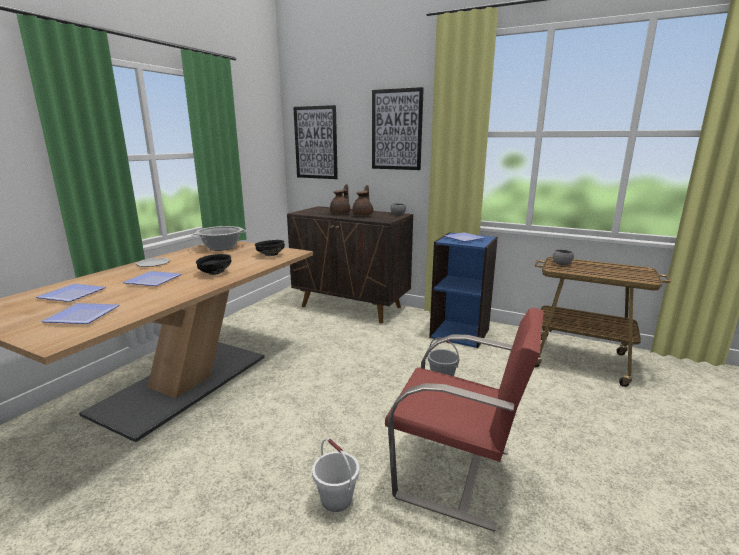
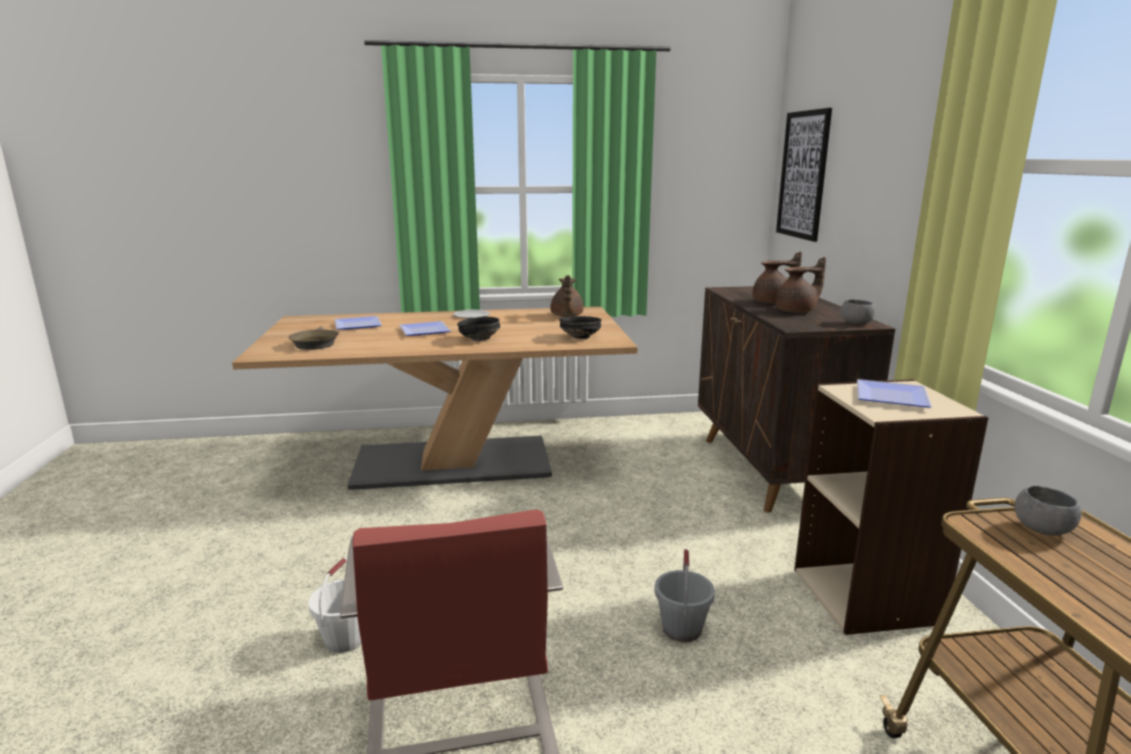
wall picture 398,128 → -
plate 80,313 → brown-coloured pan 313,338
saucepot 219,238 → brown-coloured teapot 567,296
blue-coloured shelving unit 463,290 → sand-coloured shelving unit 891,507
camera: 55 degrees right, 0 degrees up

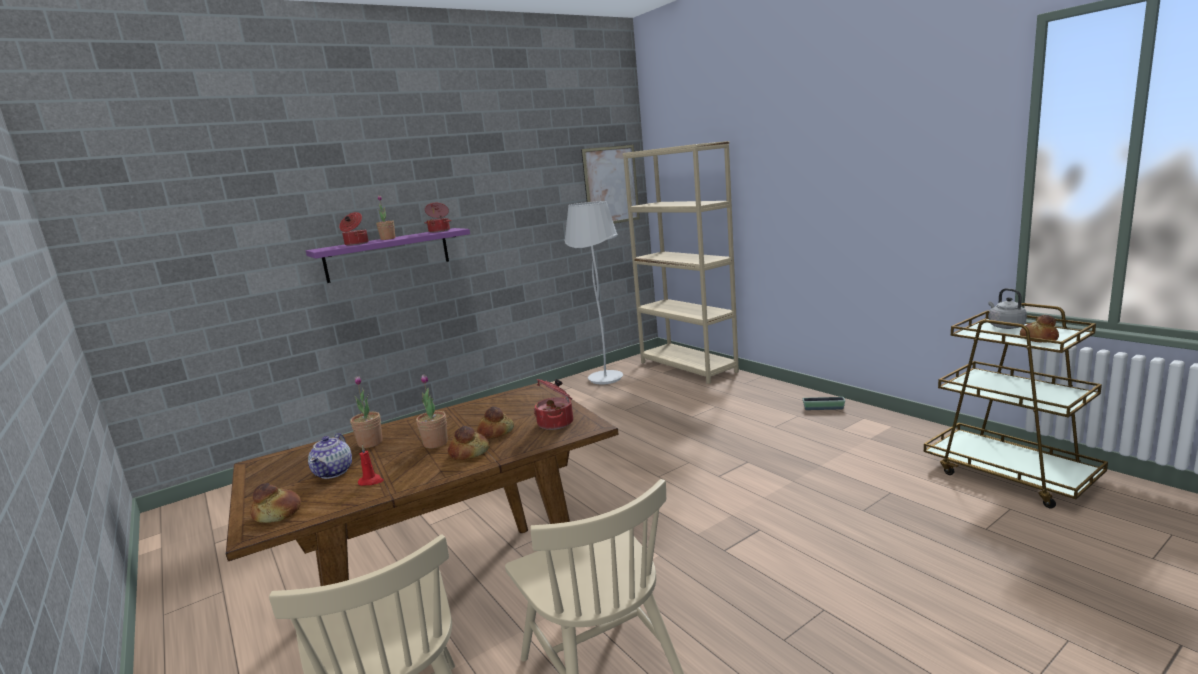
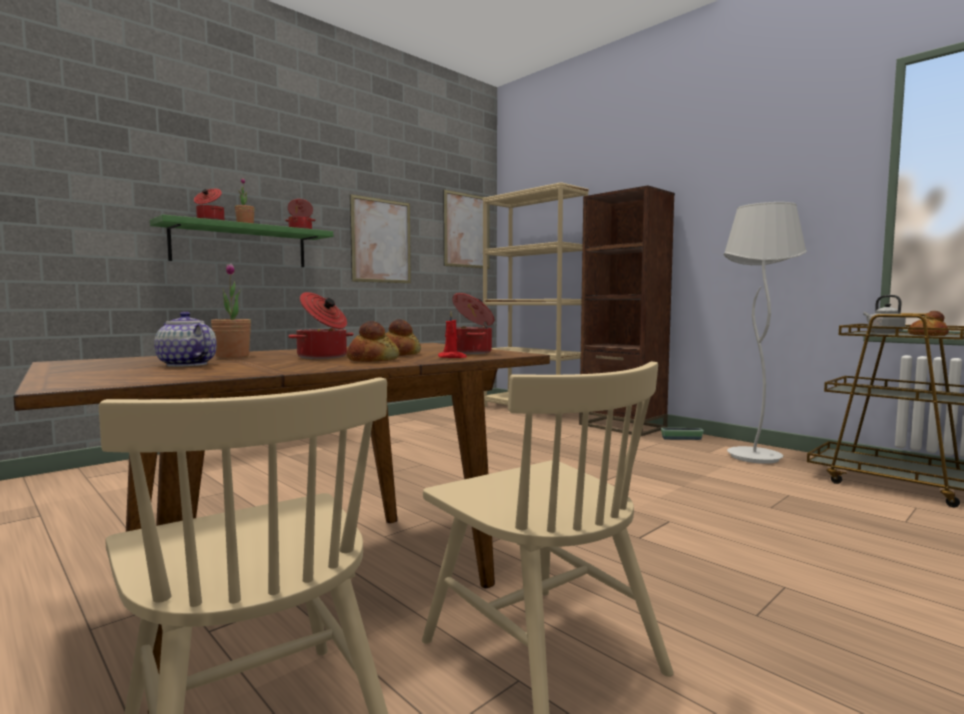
bakery bread 275,503 → -
- → wall picture 380,238
- → brown-coloured shelving unit 627,311
red wax candle 371,465 → red wax candle 452,334, relocated
white-coloured standing lamp 593,293 → white-coloured standing lamp 765,333, relocated
potted plant 432,411 → saucepot 321,325
purple wall shelf 388,255 → greenish wall shelf 241,240
teapot 330,456 → teapot 185,339, 135 degrees clockwise
camera: 10 degrees left, 10 degrees down

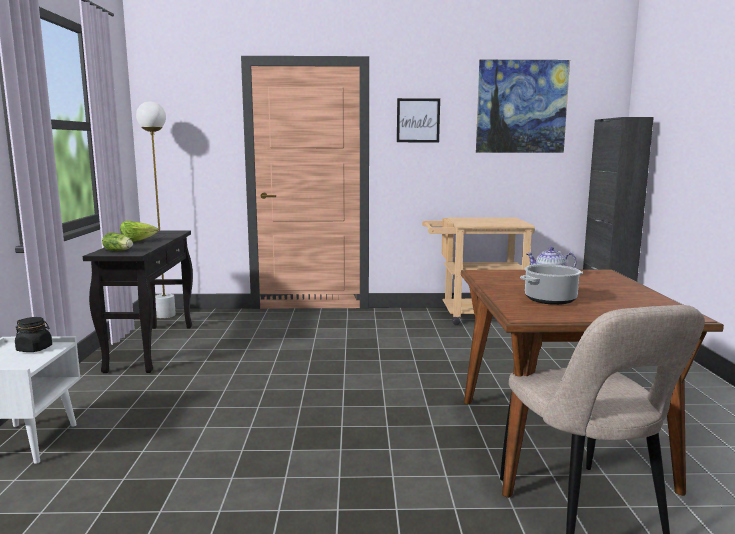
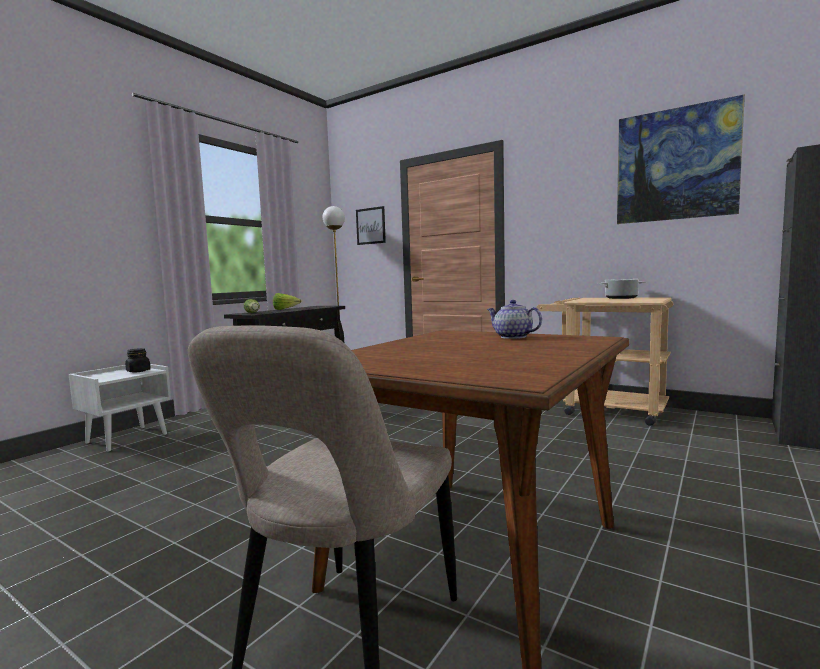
wall picture 418,120 → wall picture 371,225, relocated
saucepot 551,284 → saucepot 622,289, relocated
camera: 35 degrees right, 5 degrees down

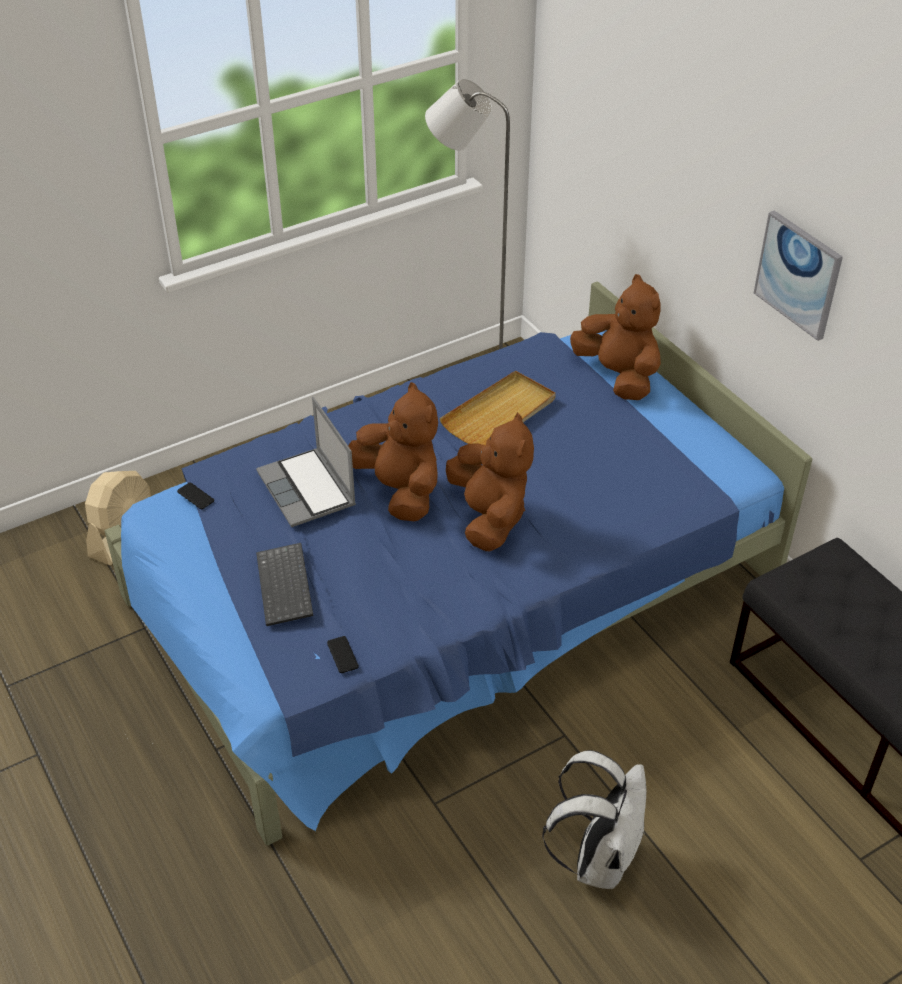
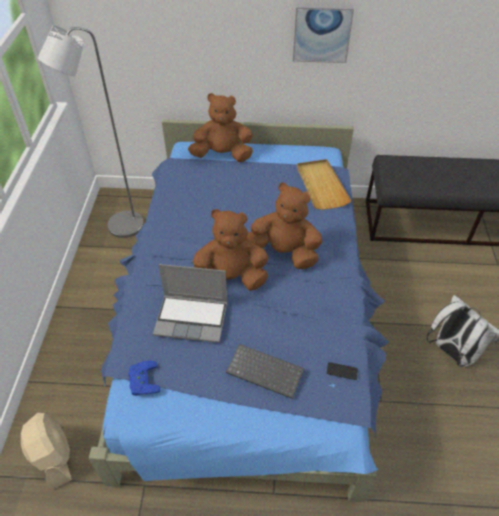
sand-coloured tray 497,408 → sand-coloured tray 324,184, relocated
handset 195,495 → blue-coloured game controller 144,378
camera: 55 degrees left, 5 degrees up

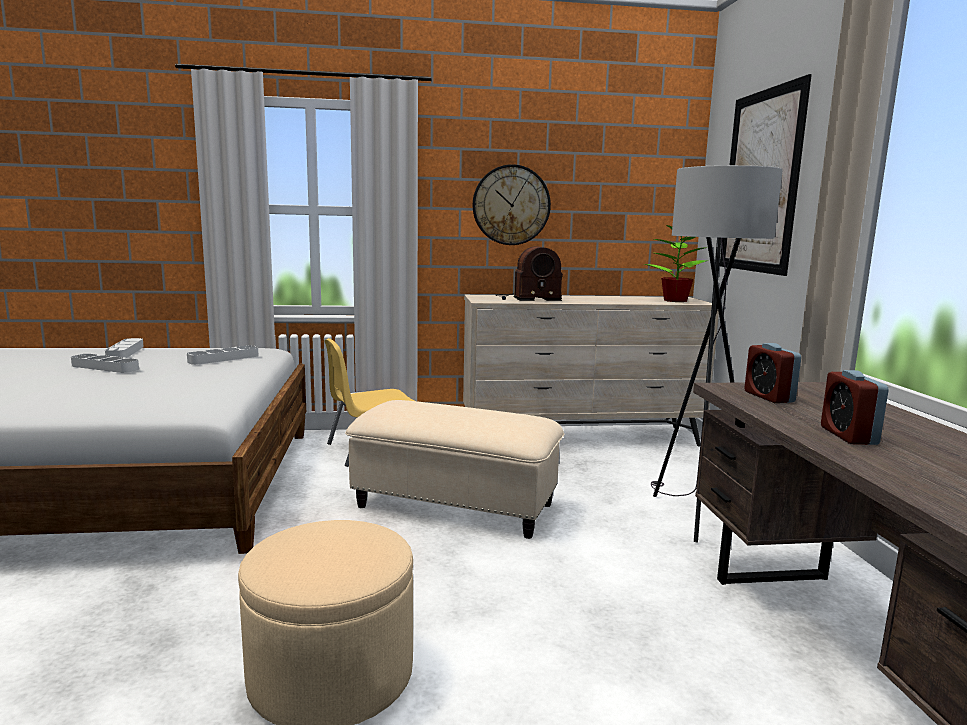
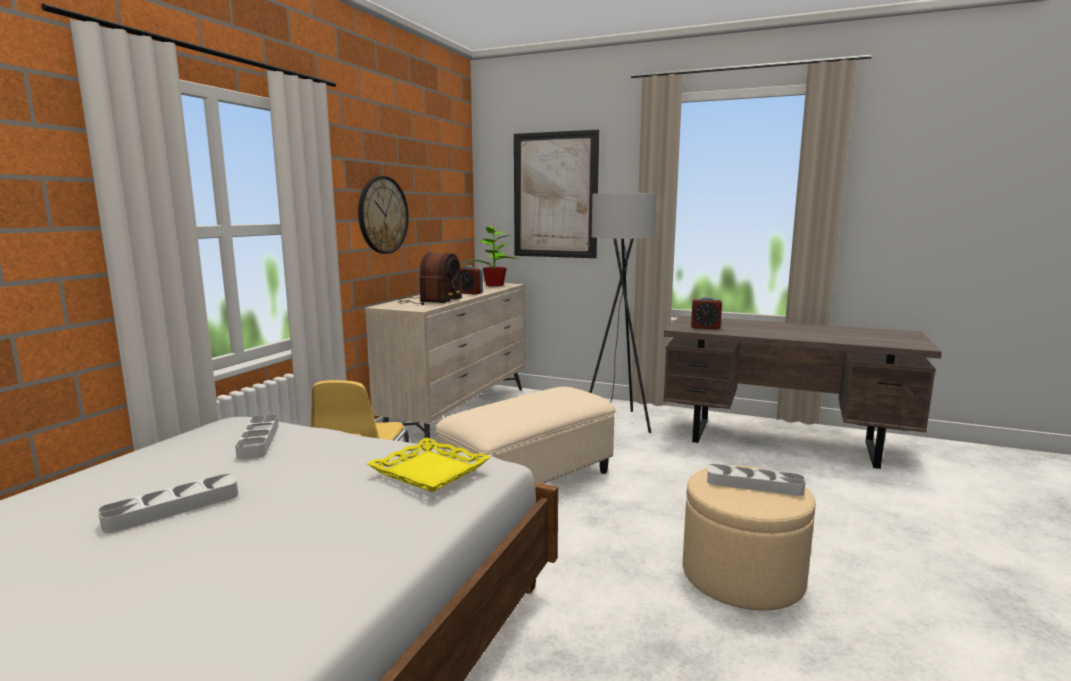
- → yellowish tray 428,465
grey tray 124,348 → grey tray 756,480, relocated
bedside clock 855,407 → bedside clock 471,280, relocated
camera: 60 degrees left, 0 degrees up

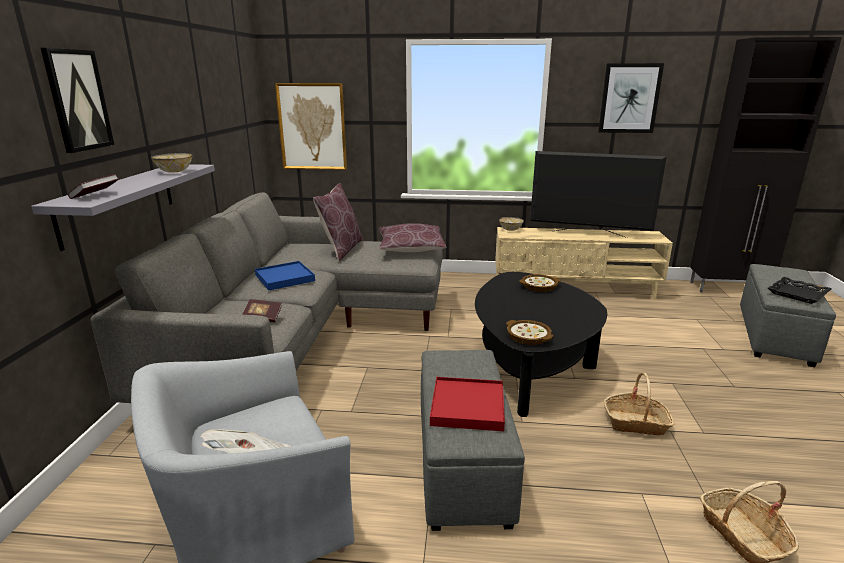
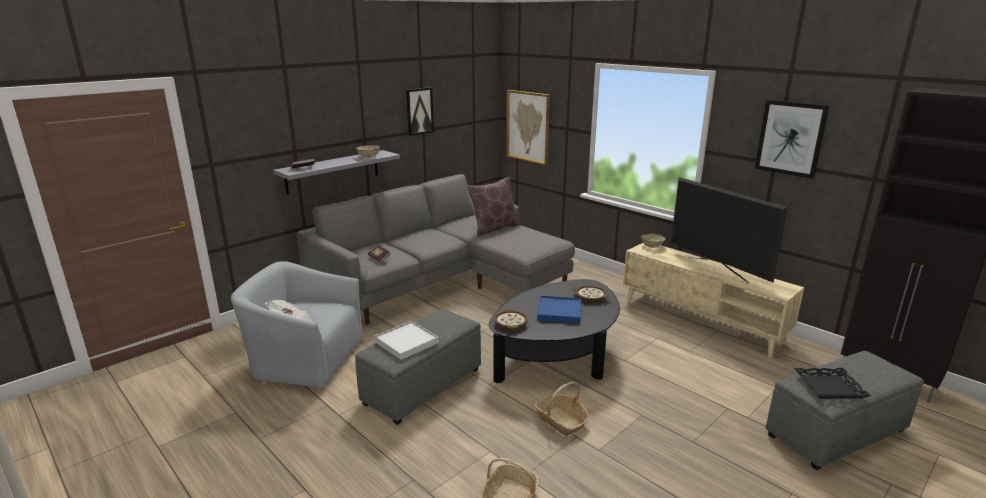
brown-coloured cushion 412,237 → -
wall picture 77,100 → wall picture 420,111, relocated
blue-coloured tray 285,275 → blue-coloured tray 559,309, relocated
red tray 467,404 → white-coloured tray 406,340
camera: 40 degrees right, 0 degrees up

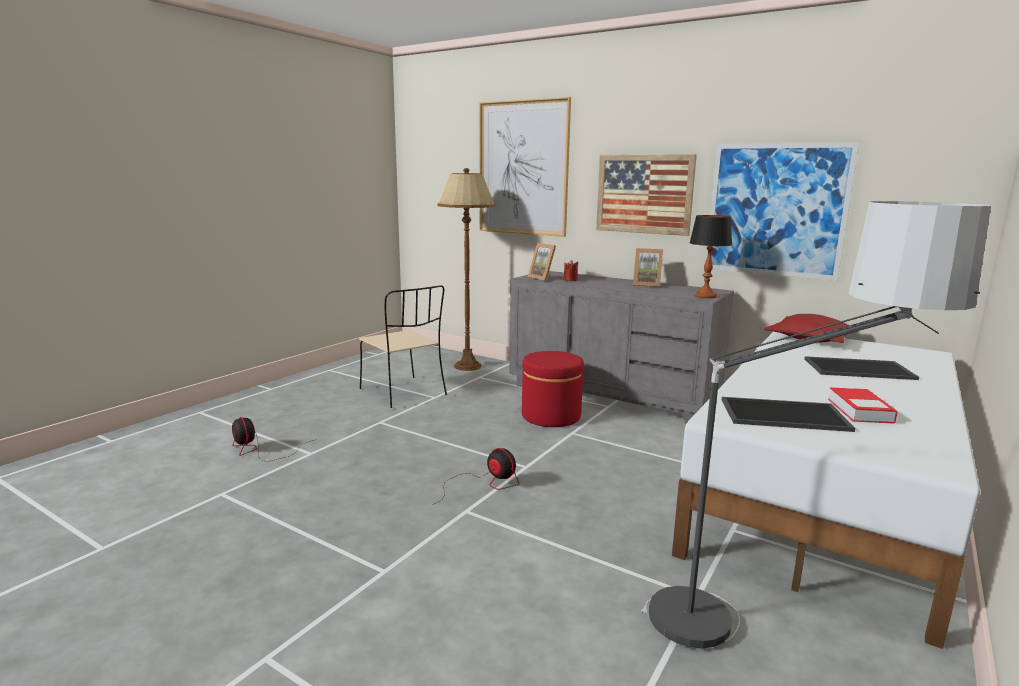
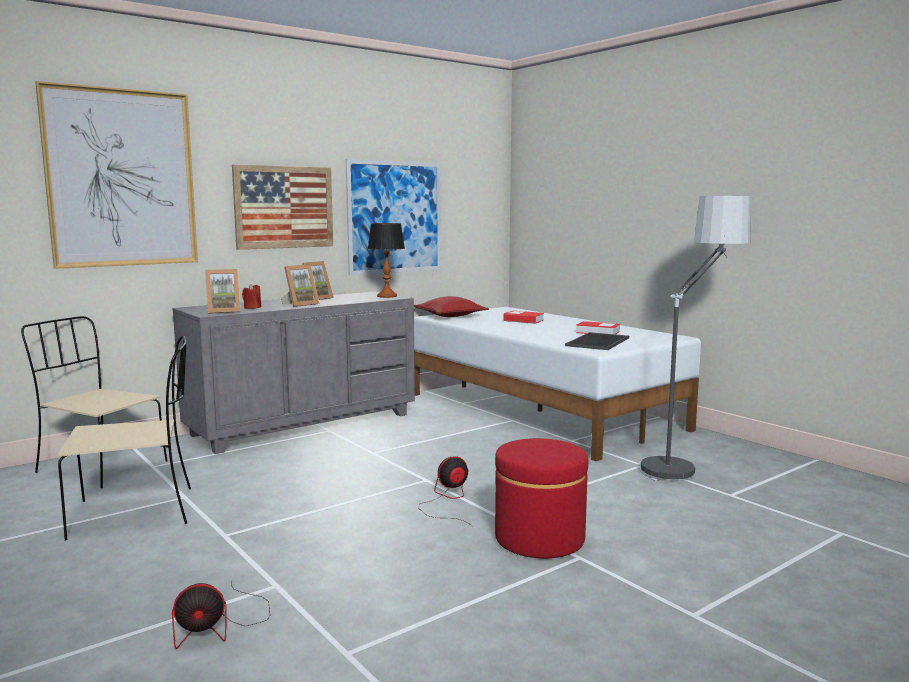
- → photo frame 300,286
red footrest 553,389 → red footrest 541,498, relocated
brown-coloured standing lamp 466,269 → sand-coloured chair 94,402
tray 861,368 → volume 523,317
camera: 70 degrees left, 5 degrees down

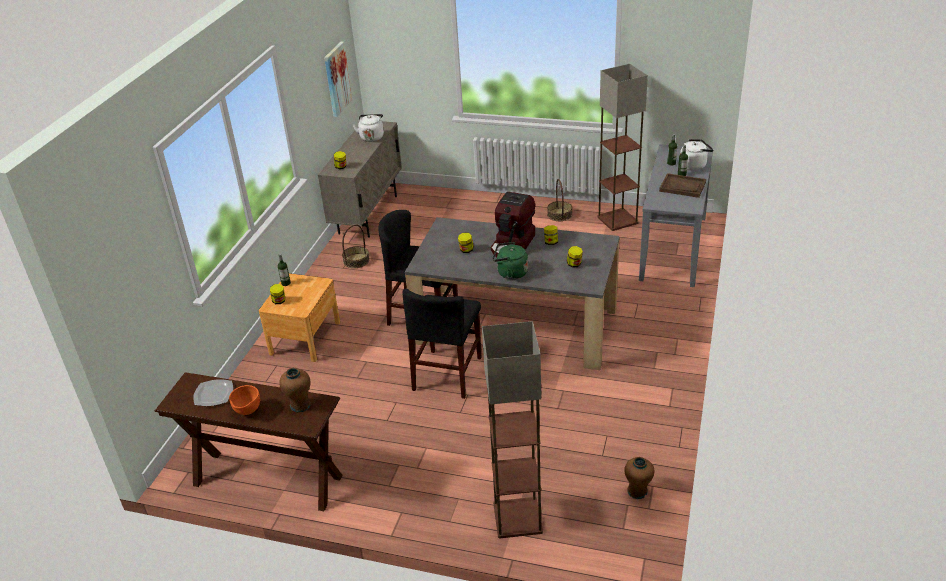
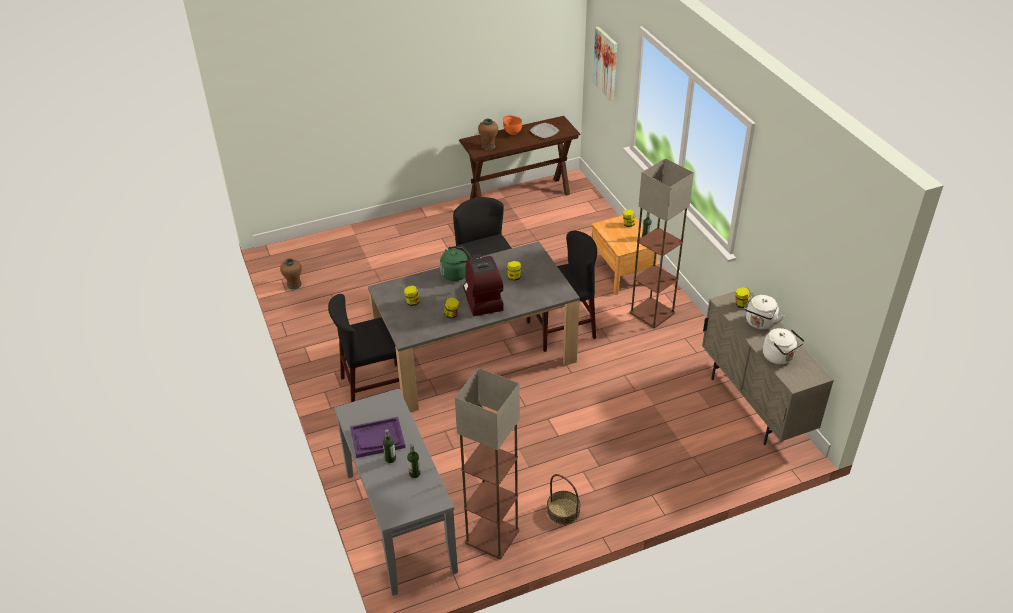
basket 356,246 → -
- → blackish chair 363,348
wall picture 338,79 → wall picture 605,63, relocated
standing lamp 512,429 → standing lamp 662,243, relocated
white-coloured tea kettle 697,154 → white-coloured tea kettle 764,312, relocated
brown-coloured tray 682,185 → purple tray 378,437
camera: 140 degrees right, 5 degrees up

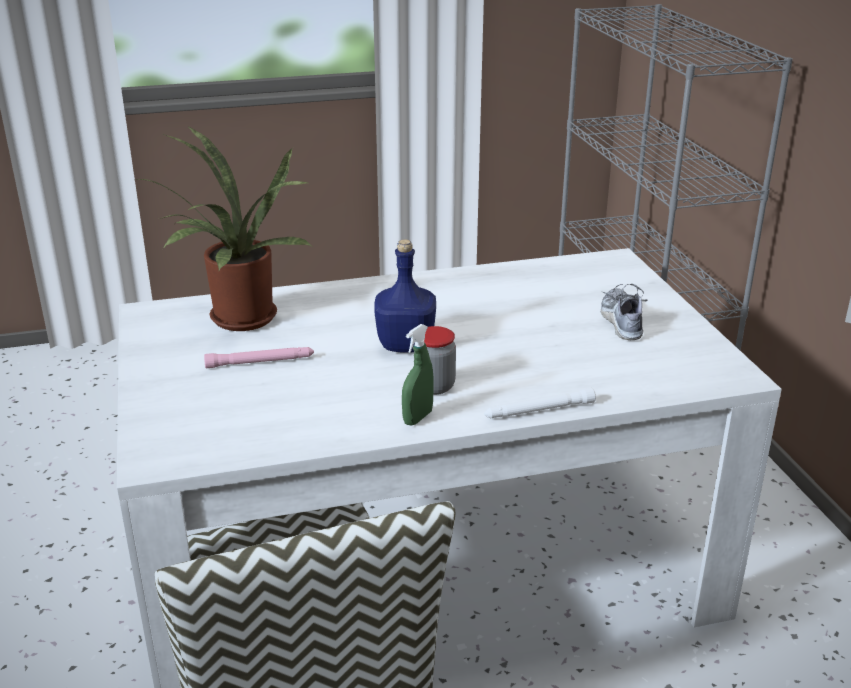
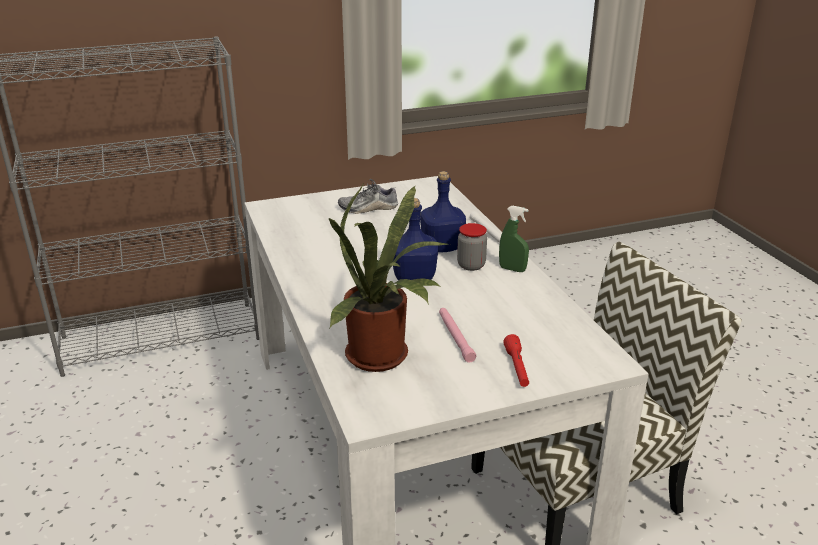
- → blue-coloured beverage bottle 443,212
- → red hand torch 516,360
camera: 95 degrees left, 0 degrees up

